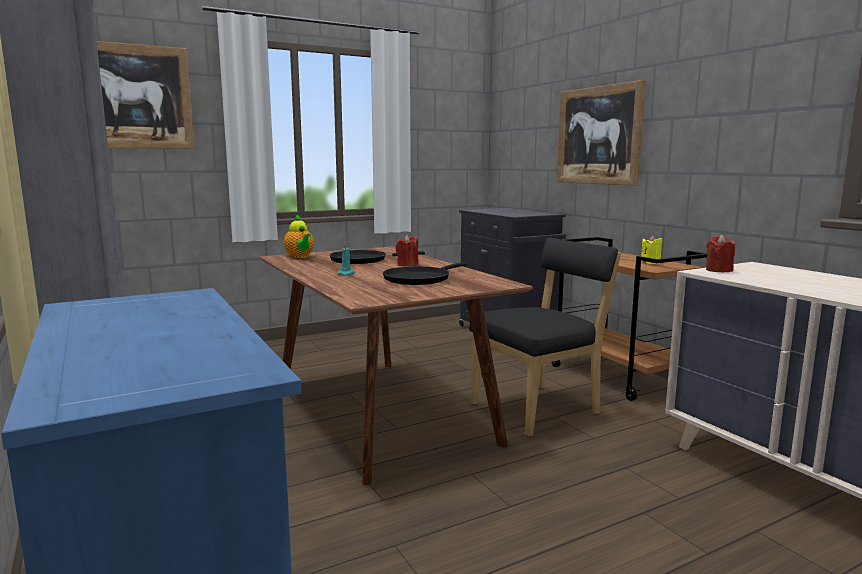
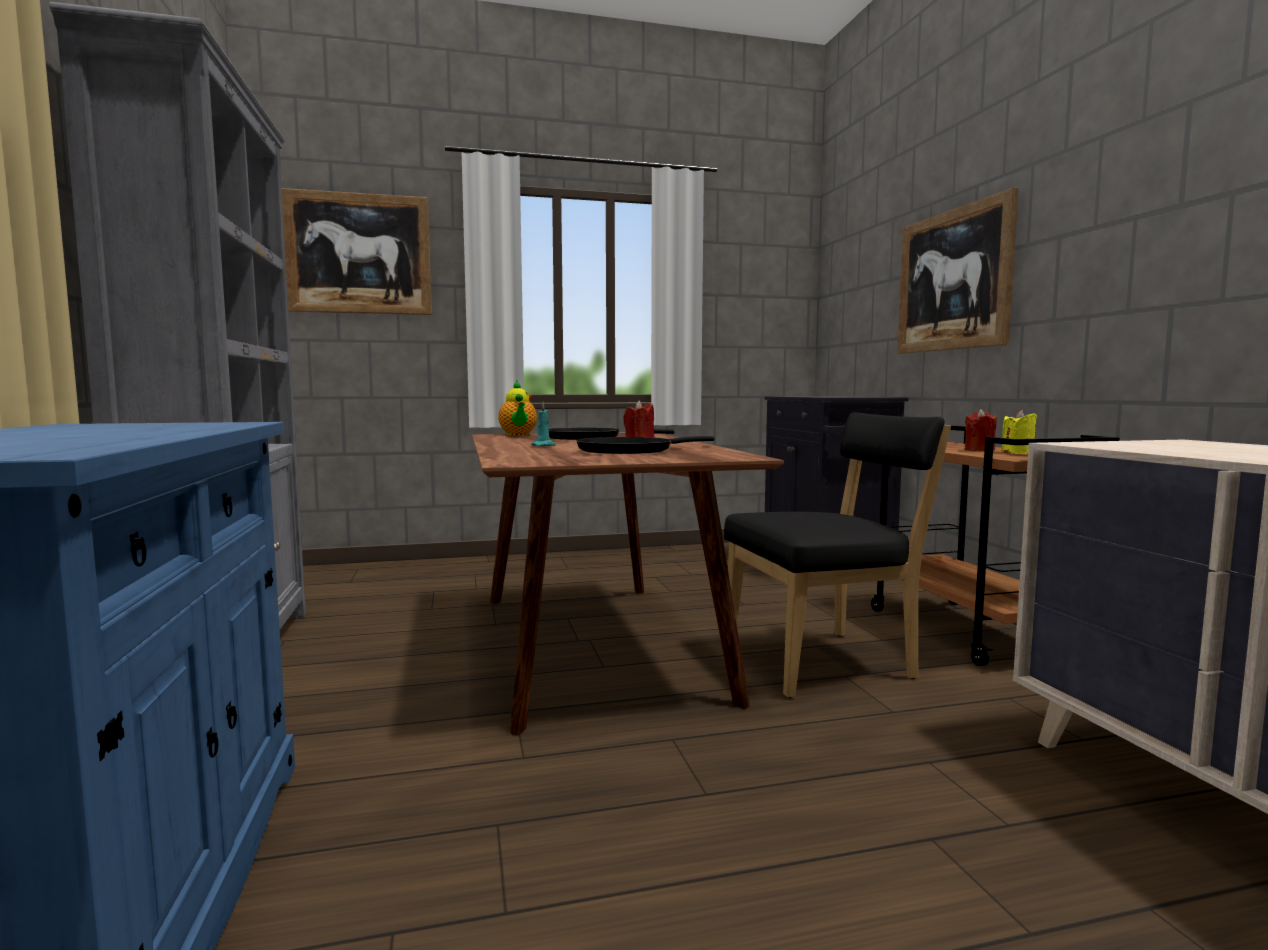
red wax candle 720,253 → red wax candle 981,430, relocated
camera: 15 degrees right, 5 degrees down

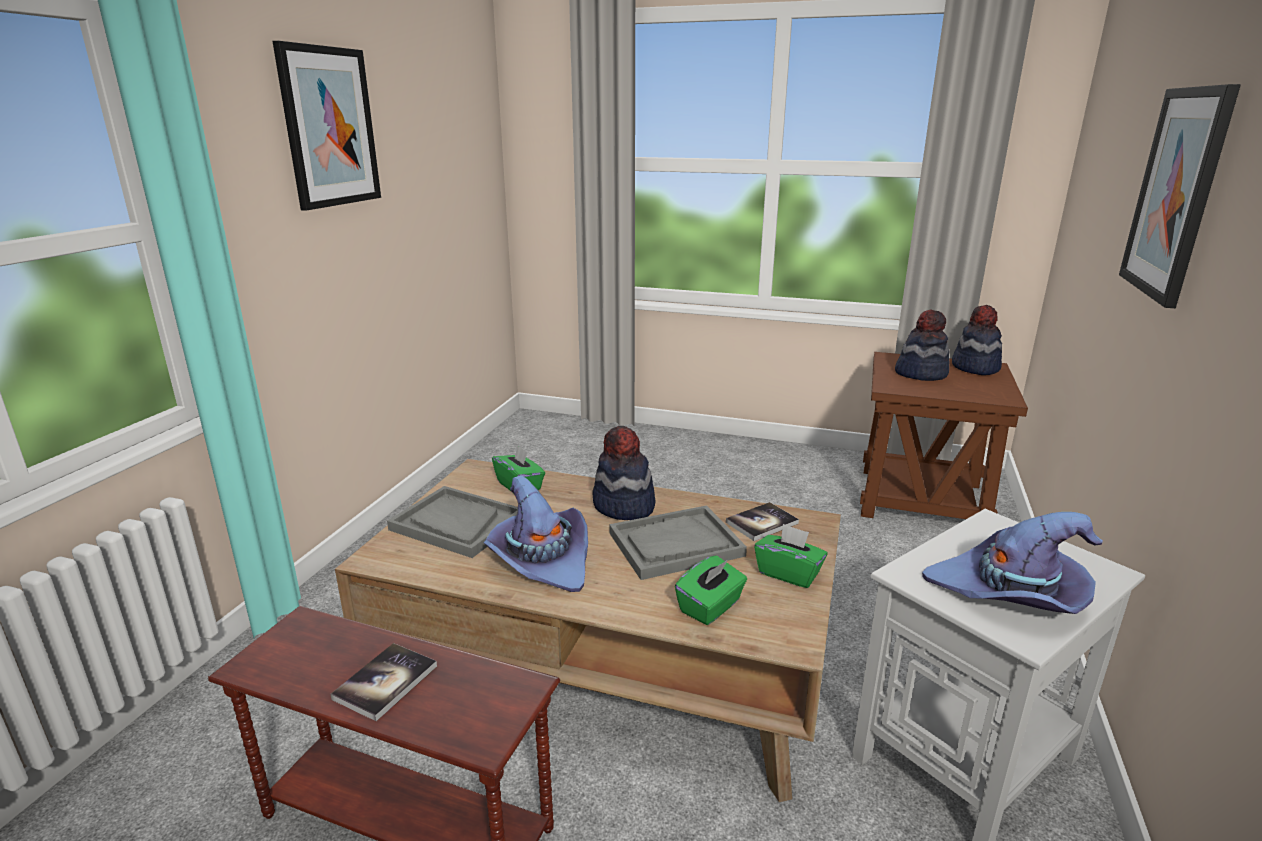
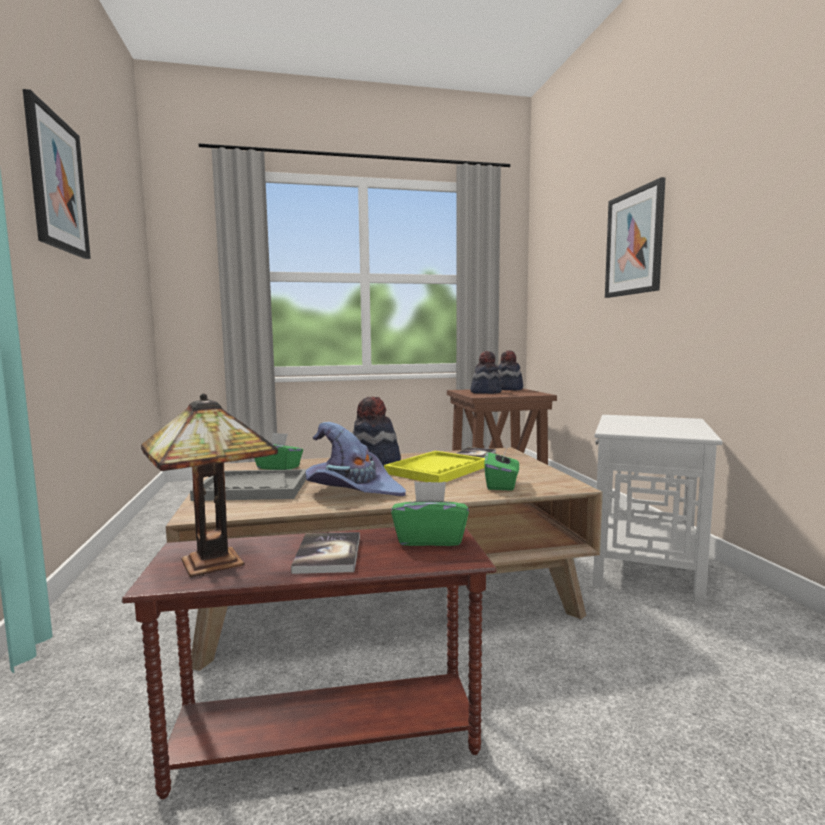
purple hat 1012,563 → -
- → lamp for a table 209,485
greenish box of tissues 791,556 → greenish box of tissues 430,513, relocated
grey tray 678,542 → yellowish tray 434,466
camera: 30 degrees left, 15 degrees down

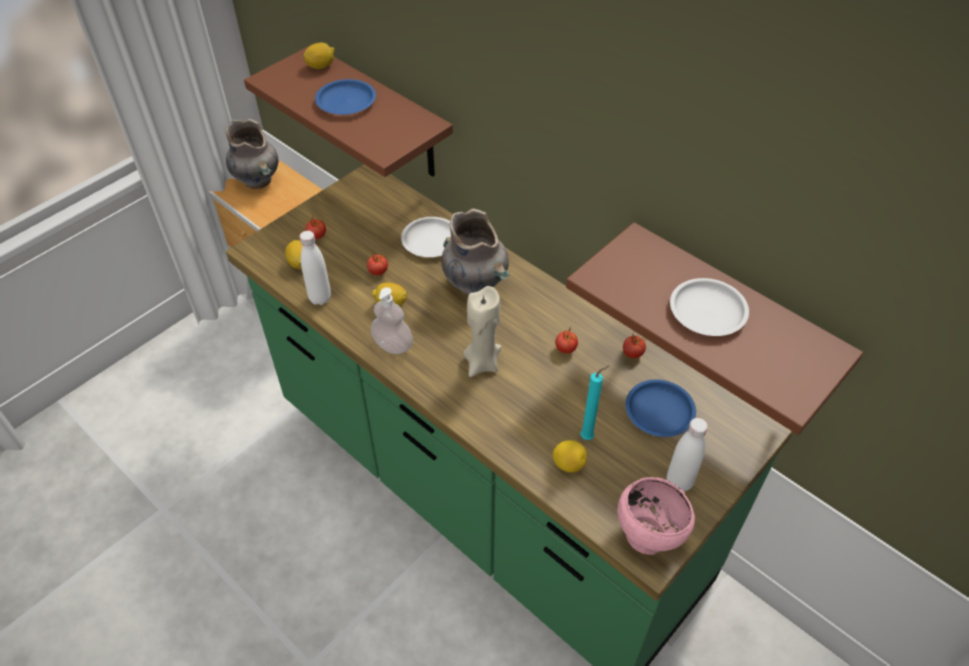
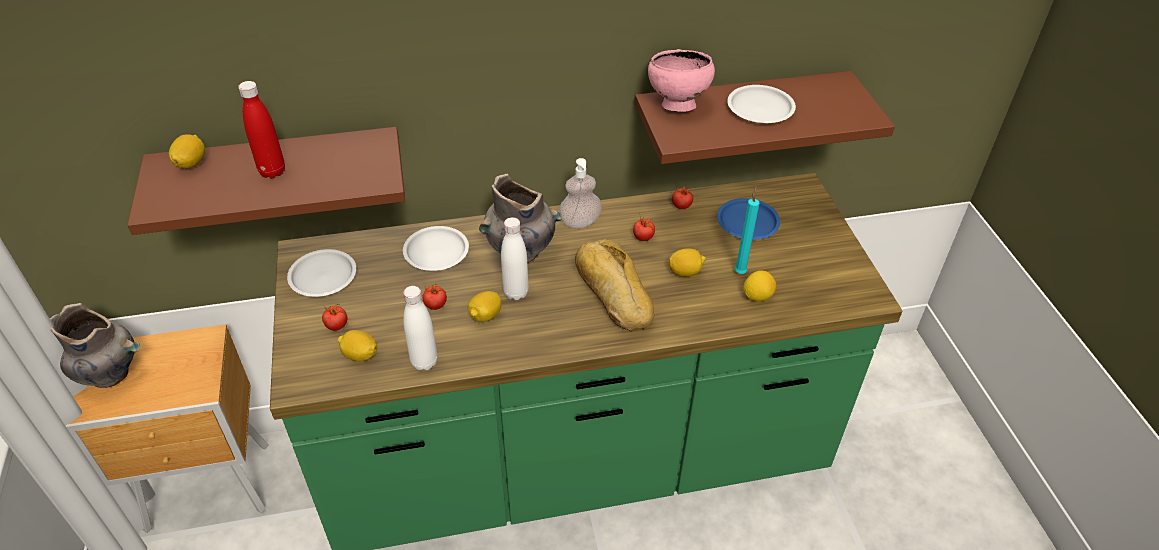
- → white-coloured plate 321,273
- → whole lemon 687,262
soap bottle 392,320 → soap bottle 580,193, relocated
pink serving bowl 656,516 → pink serving bowl 681,80, relocated
white-coloured beverage bottle 687,455 → white-coloured beverage bottle 515,258, relocated
blue-coloured plate 345,97 → red beverage bottle 261,129
sand-coloured wax candle 482,331 → bakery bread 614,285
camera: 55 degrees left, 5 degrees down

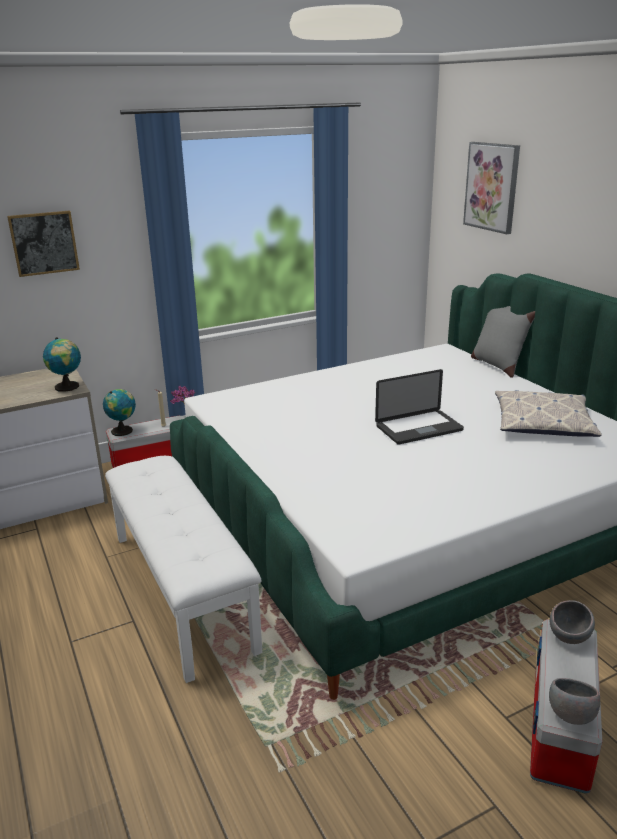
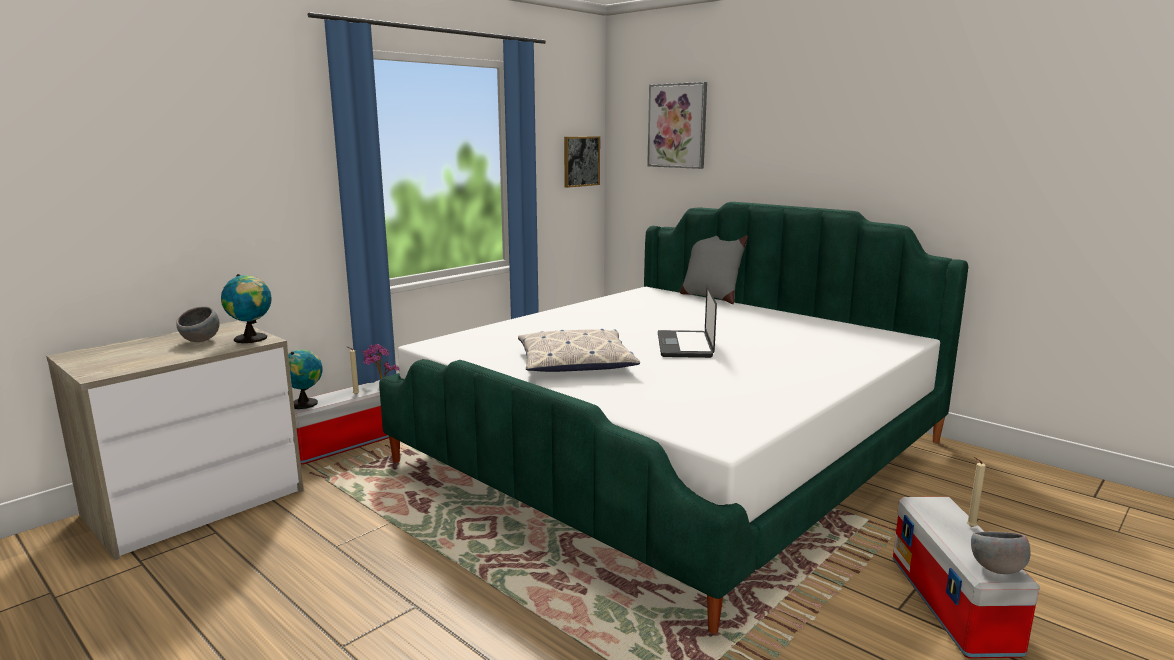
white-coloured long seat 183,569 → -
- → sand-coloured wax candle 976,492
wall picture 43,243 → wall picture 582,162, relocated
cushion 548,413 → cushion 579,350, relocated
grey serving bowl 572,622 → grey serving bowl 198,324, relocated
laptop 419,407 → laptop 687,321, 135 degrees clockwise
camera: 20 degrees left, 10 degrees down

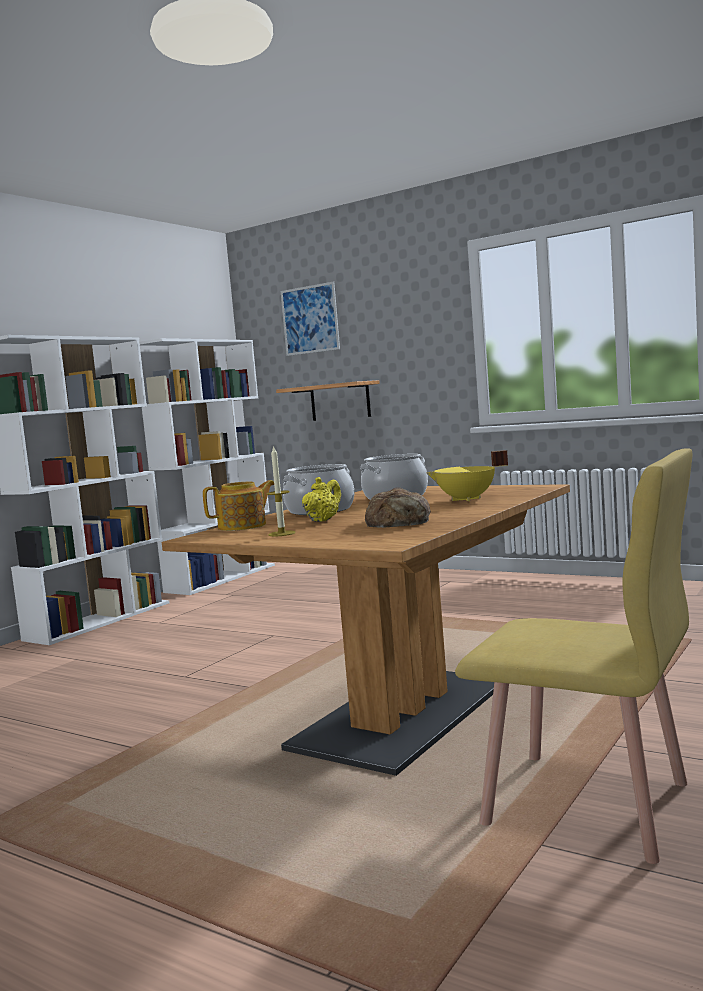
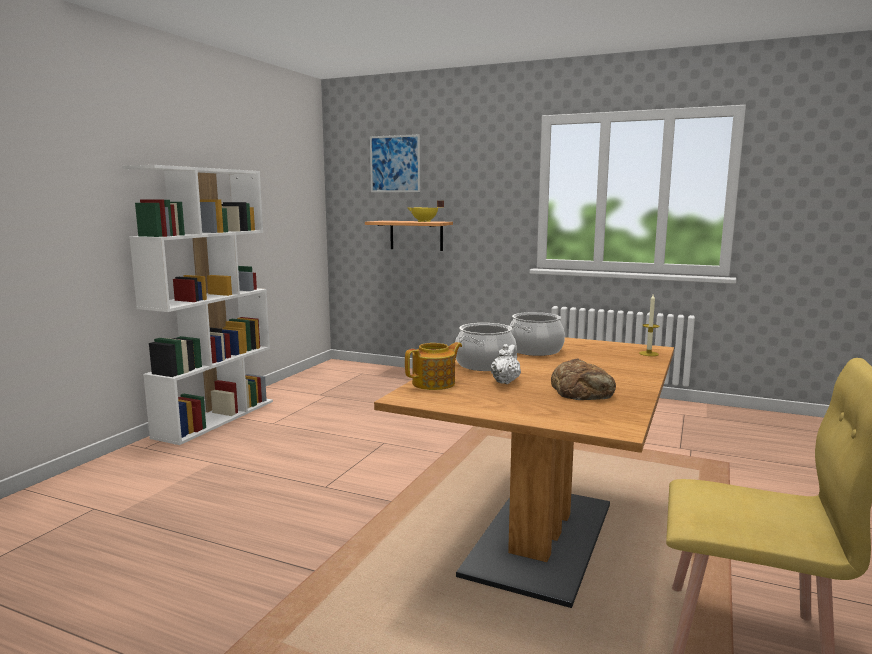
white-coloured shelving unit 207,466 → -
wax candle 281,490 → wax candle 649,325, relocated
yellowish saucepot 467,475 → yellowish saucepot 426,211, relocated
yellowish teapot 321,499 → white-coloured teapot 506,364
camera: 10 degrees left, 5 degrees up

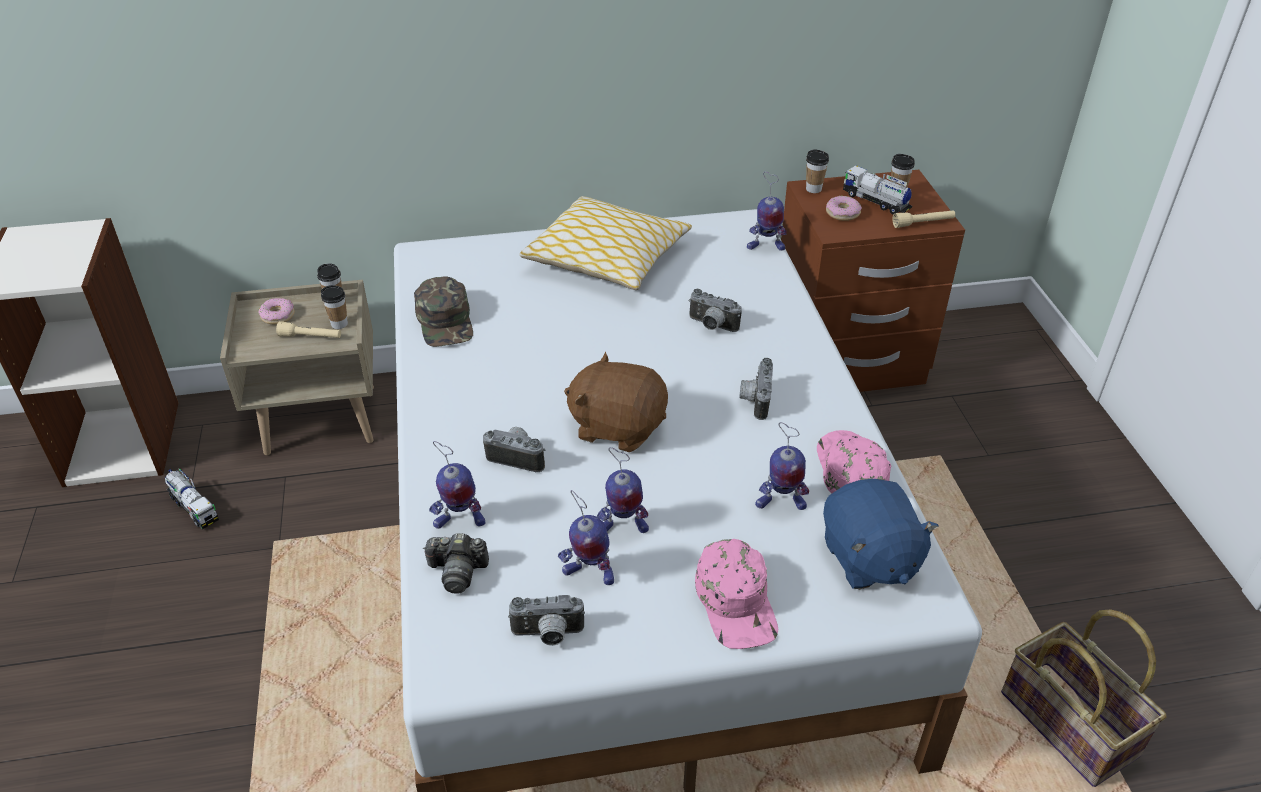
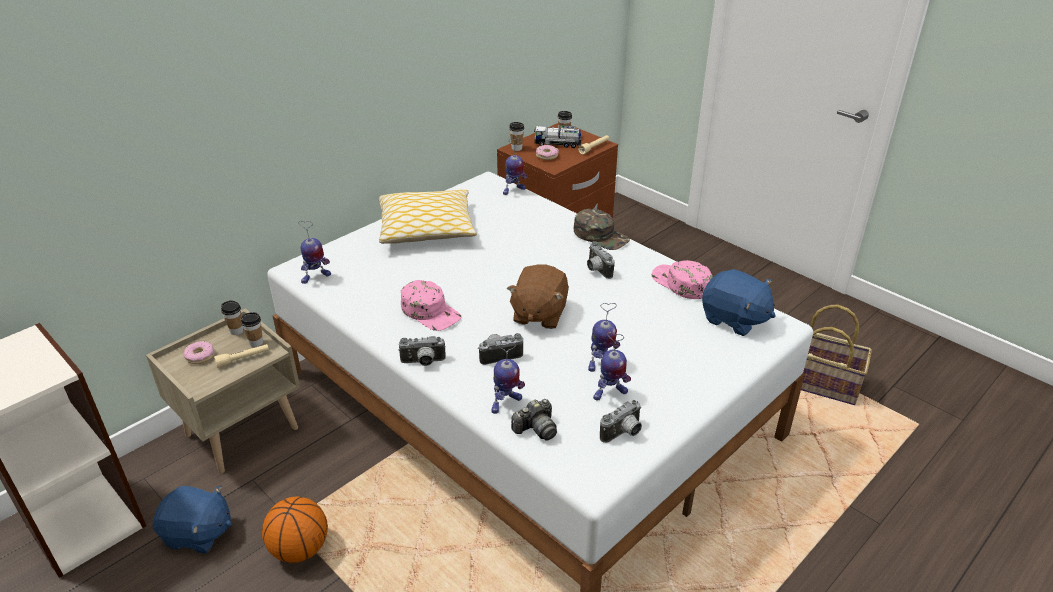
- → ball for basketball 295,530
greenish peaked cap 443,311 → greenish peaked cap 602,229, relocated
still camera 715,310 → still camera 422,351, relocated
pink peaked cap 736,594 → pink peaked cap 431,305, relocated
robot figure 782,466 → robot figure 314,252, relocated
toy lorry 192,498 → blue-coloured plush toy 192,520
brown-coloured plush toy 616,402 → brown-coloured plush toy 538,296, 60 degrees counterclockwise
camera: 35 degrees left, 5 degrees down

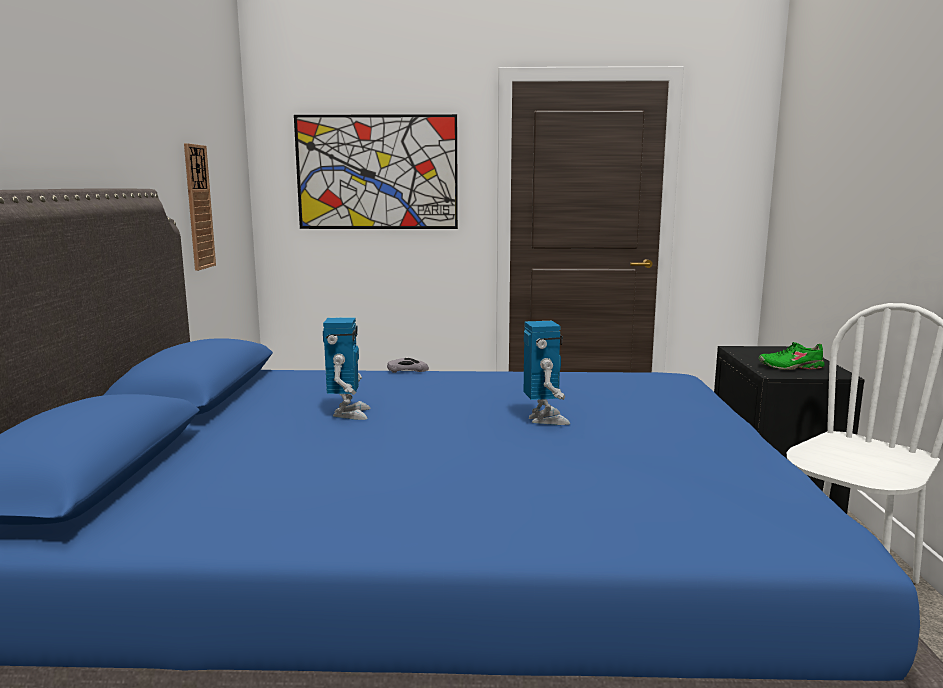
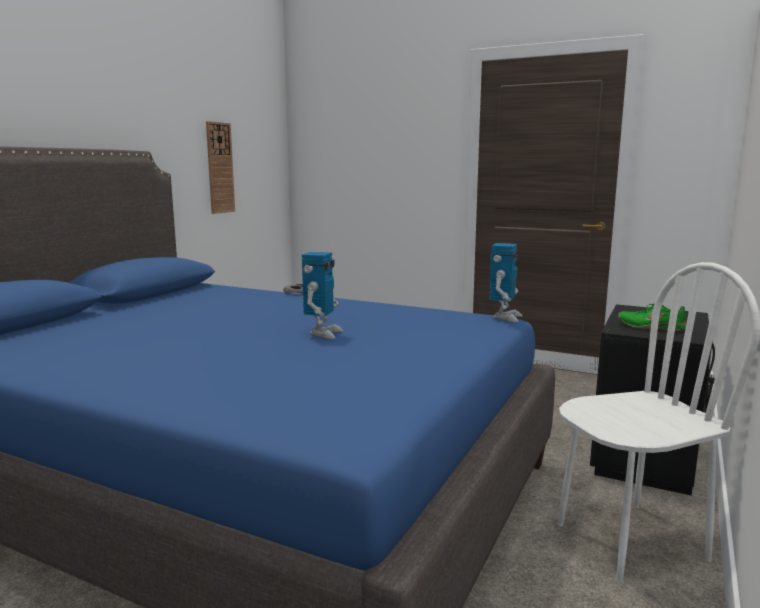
wall picture 376,171 → -
robot figure 347,368 → robot figure 506,282, relocated
camera: 25 degrees right, 0 degrees up

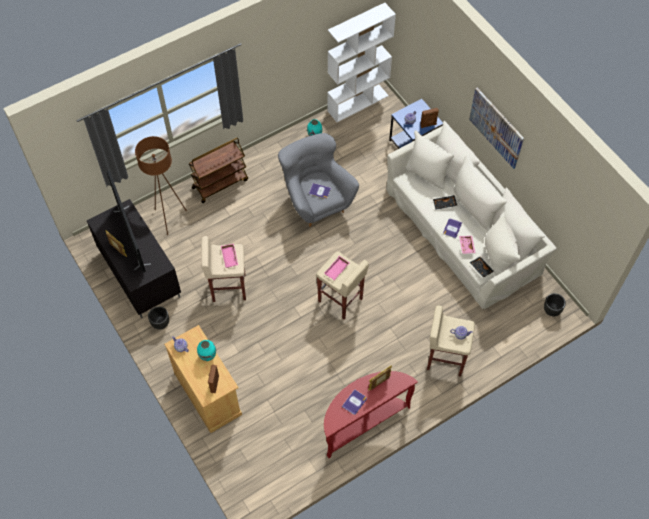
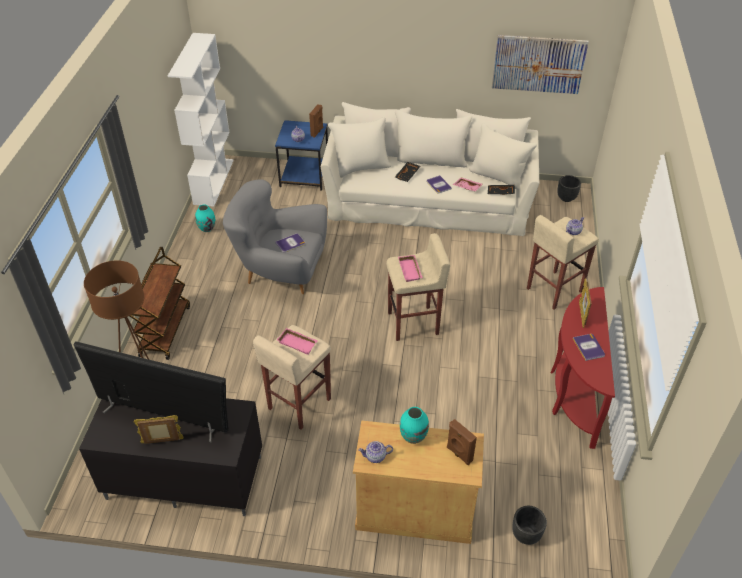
blackish planter 158,318 → blackish planter 529,525, relocated
wall picture 496,128 → wall picture 540,64, relocated
camera: 50 degrees left, 15 degrees down

